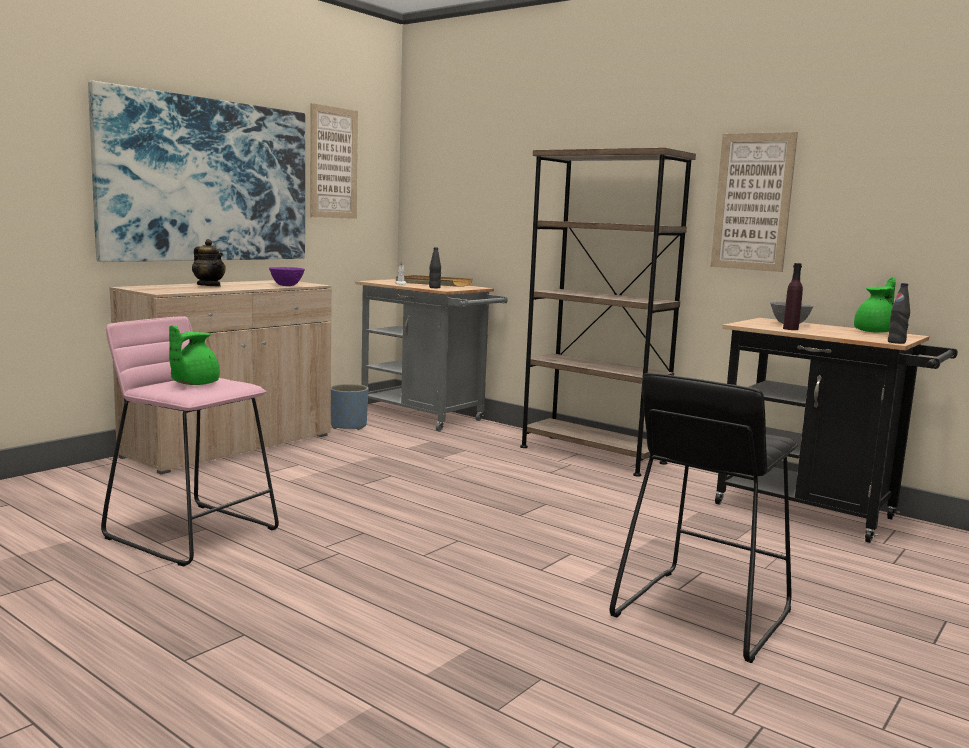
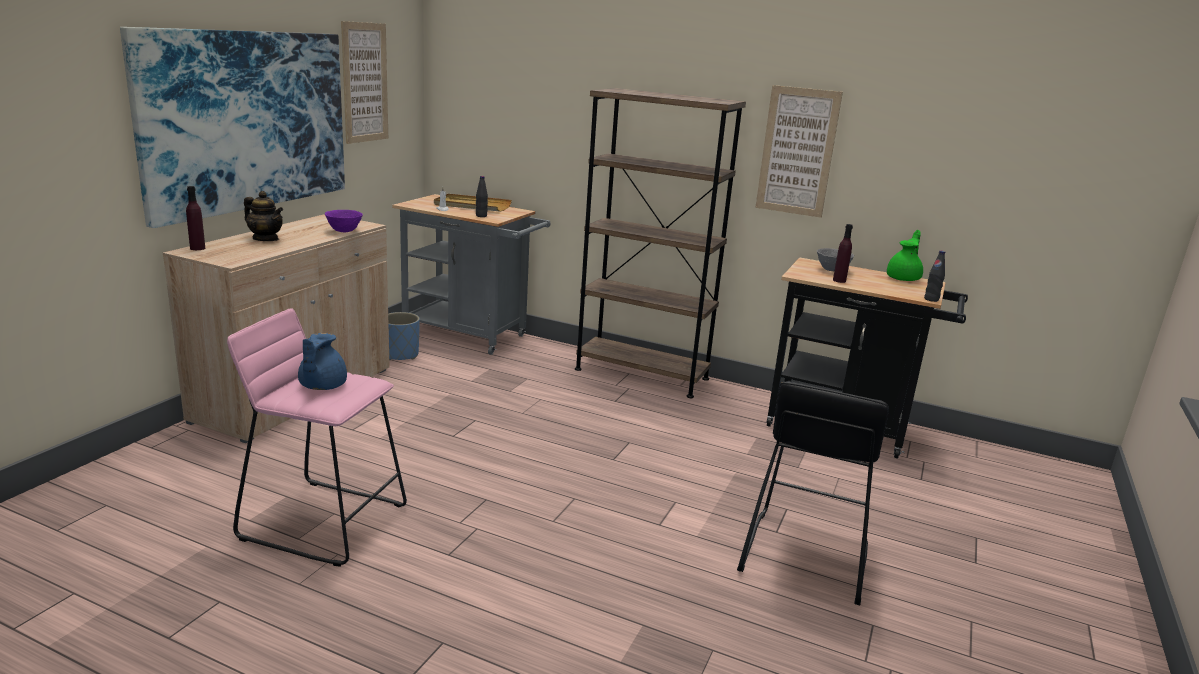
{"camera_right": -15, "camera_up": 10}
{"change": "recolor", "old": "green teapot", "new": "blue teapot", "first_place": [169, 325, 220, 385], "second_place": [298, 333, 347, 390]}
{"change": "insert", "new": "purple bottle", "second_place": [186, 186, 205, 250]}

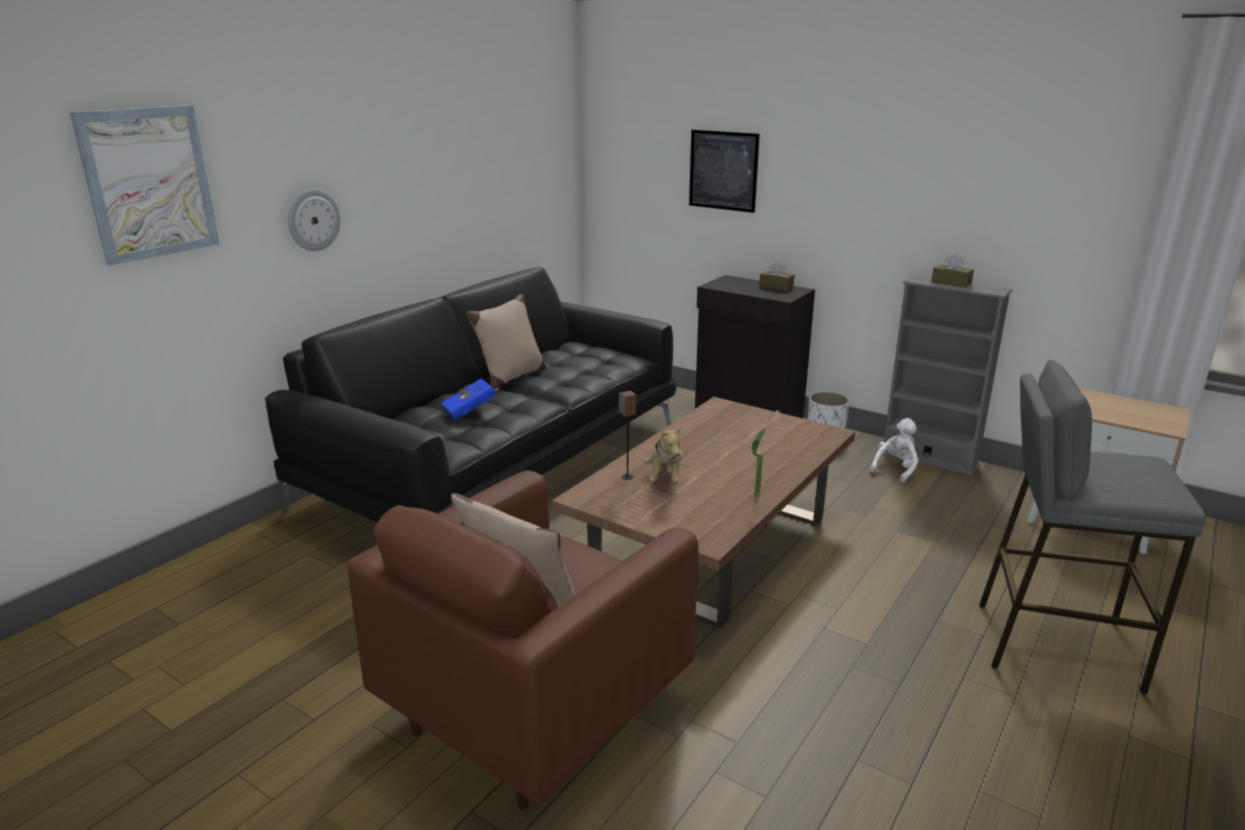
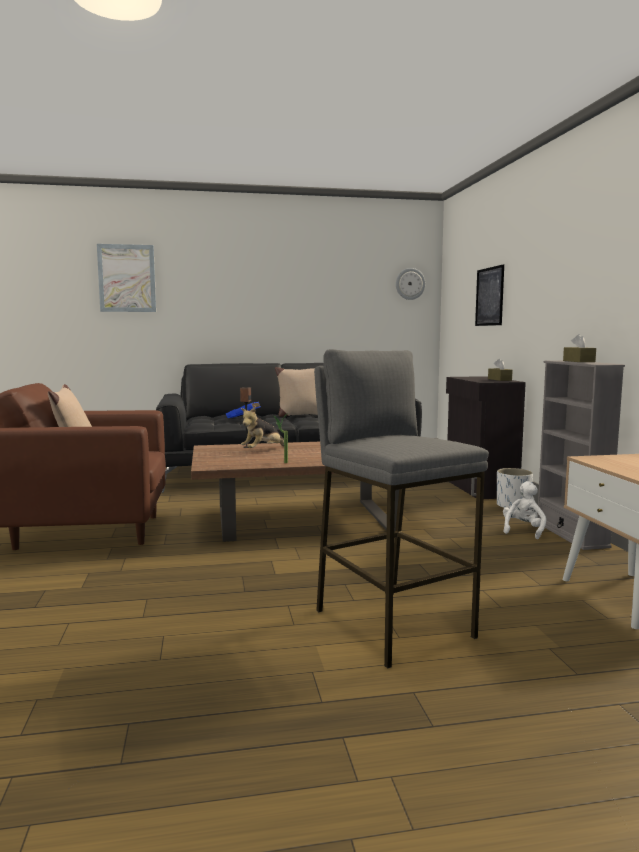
{"camera_right": 45, "camera_up": -15}
{"change": "move", "old": "wall clock", "first_place": [288, 189, 340, 251], "second_place": [396, 268, 426, 300]}
{"change": "rotate", "old": "white plush toy", "first_place": [870, 418, 918, 483], "second_place": [503, 481, 546, 539], "degrees": -60}

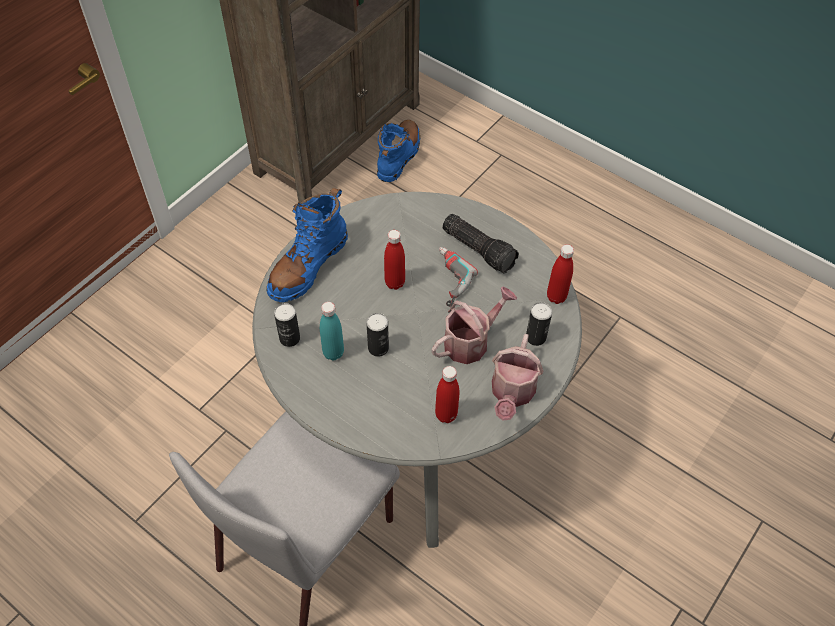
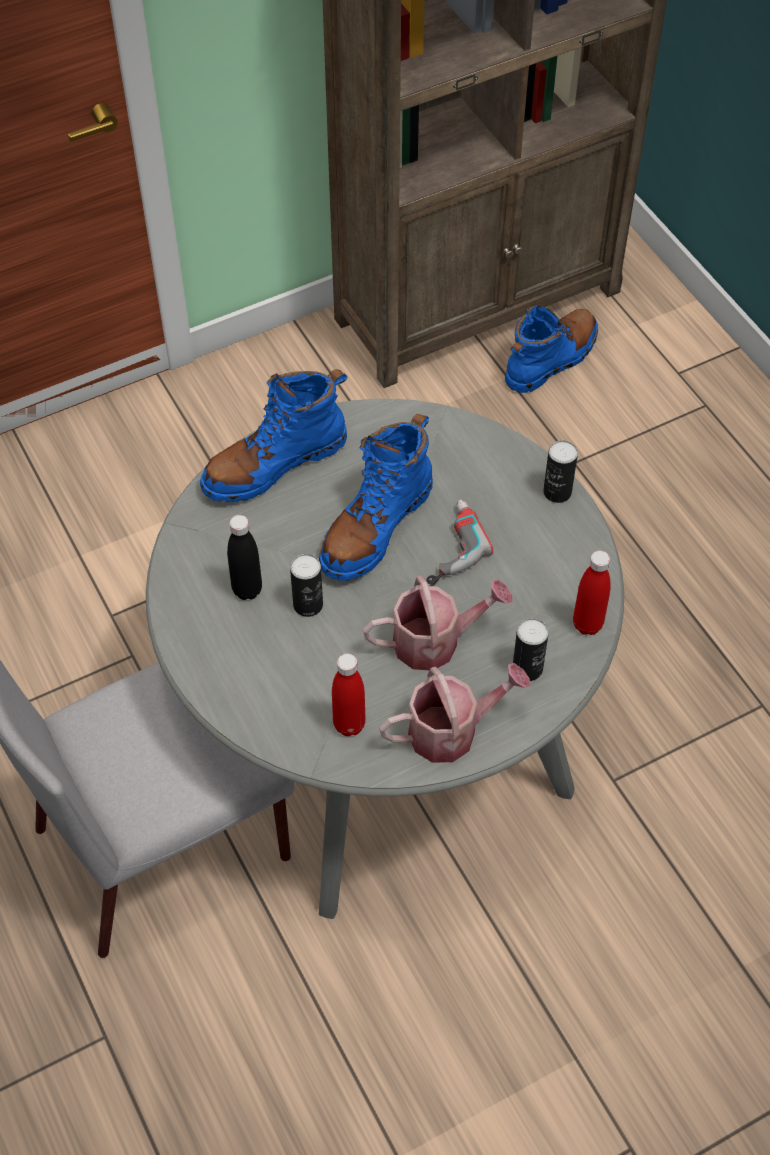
{"camera_right": 25, "camera_up": 0}
{"change": "delete", "old": "flashlight", "first_place": [442, 214, 519, 274]}
{"change": "replace", "old": "red bottle", "new": "blue boot", "first_place": [384, 230, 405, 290], "second_place": [319, 414, 433, 581]}
{"change": "recolor", "old": "turquoise bottle", "new": "black bottle", "first_place": [320, 302, 344, 361], "second_place": [227, 515, 262, 600]}
{"change": "move", "old": "can", "first_place": [274, 303, 300, 347], "second_place": [543, 440, 578, 503]}
{"change": "rotate", "old": "watering can", "first_place": [492, 334, 543, 421], "second_place": [380, 663, 531, 763], "degrees": -150}

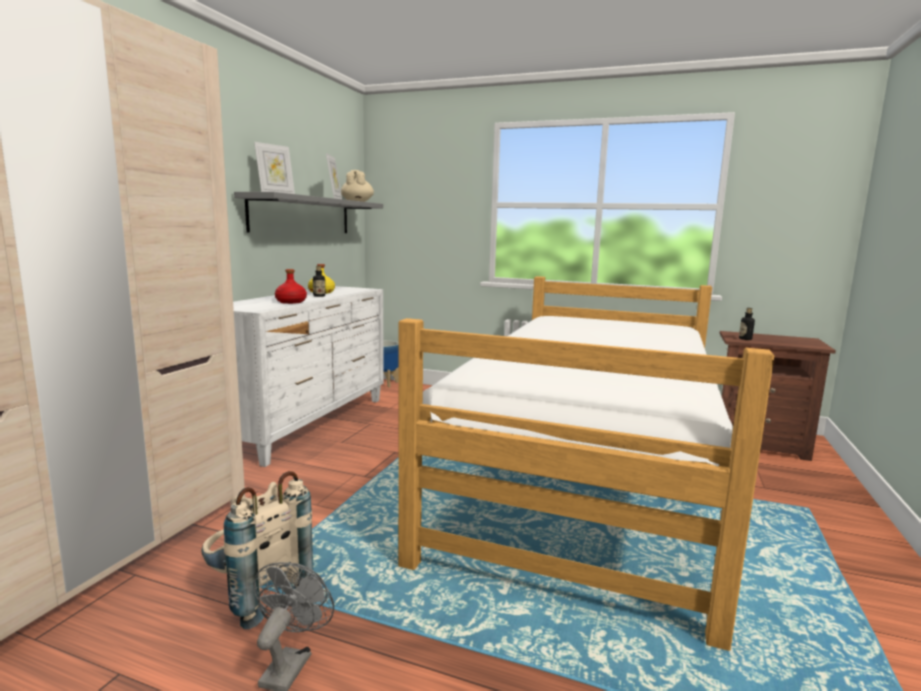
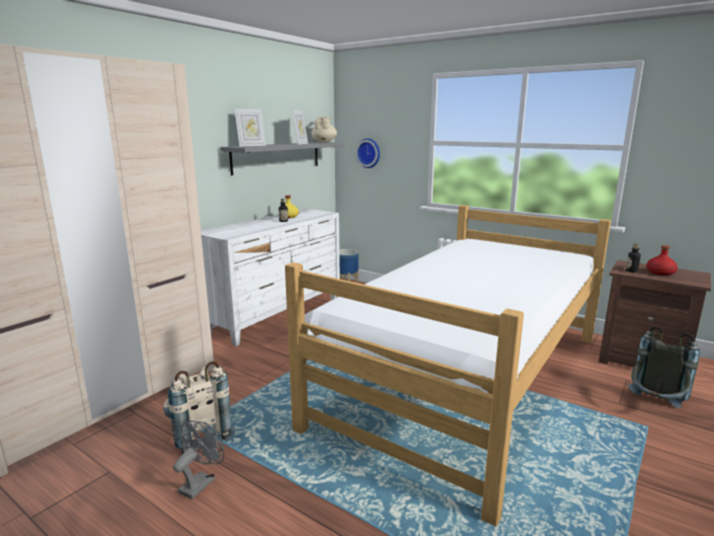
{"camera_right": 15, "camera_up": 5}
{"change": "move", "old": "red bottle", "first_place": [275, 269, 307, 304], "second_place": [646, 245, 678, 276]}
{"change": "insert", "new": "wall clock", "second_place": [356, 138, 380, 168]}
{"change": "insert", "new": "grey backpack", "second_place": [628, 326, 700, 408]}

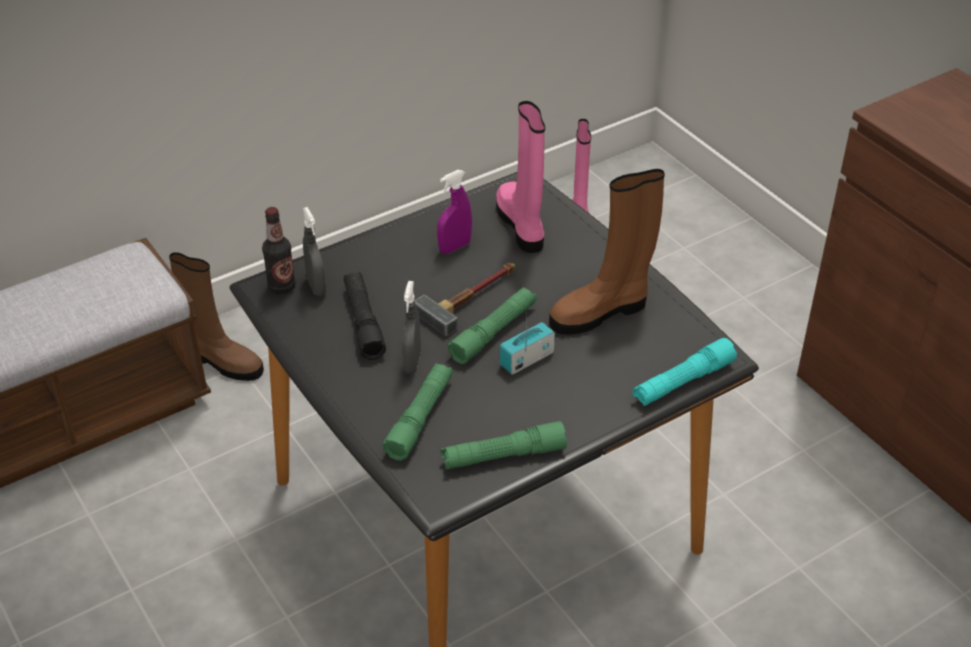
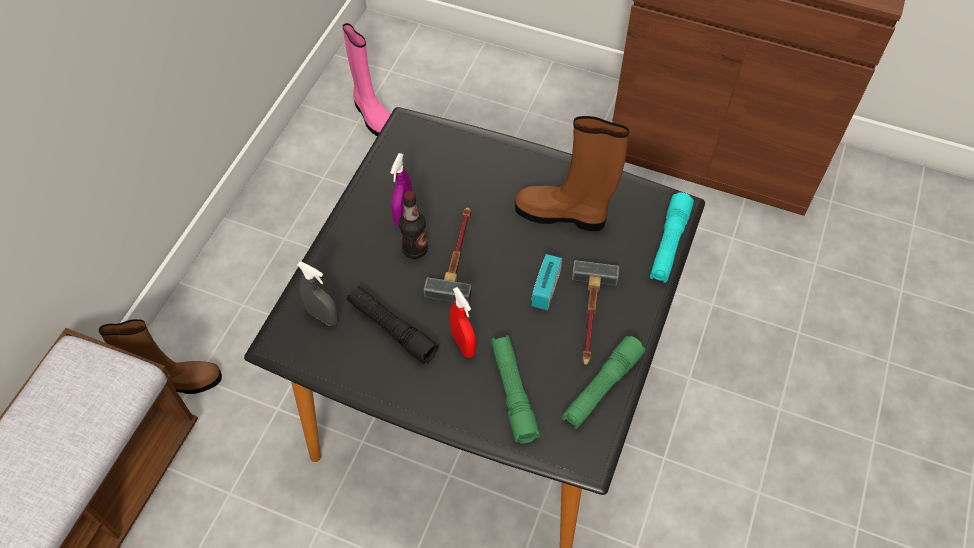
{"camera_right": -35, "camera_up": 15}
{"change": "delete", "old": "pink boot", "first_place": [496, 101, 545, 253]}
{"change": "rotate", "old": "brown boot", "first_place": [549, 169, 665, 335], "second_place": [515, 116, 629, 231], "degrees": 75}
{"change": "move", "old": "bottle", "first_place": [262, 207, 295, 294], "second_place": [399, 191, 428, 259]}
{"change": "recolor", "old": "grey spray bottle", "new": "red spray bottle", "first_place": [402, 281, 421, 374], "second_place": [450, 287, 476, 358]}
{"change": "delete", "old": "green flashlight", "first_place": [447, 287, 537, 364]}
{"change": "insert", "new": "hammer", "second_place": [572, 260, 620, 365]}

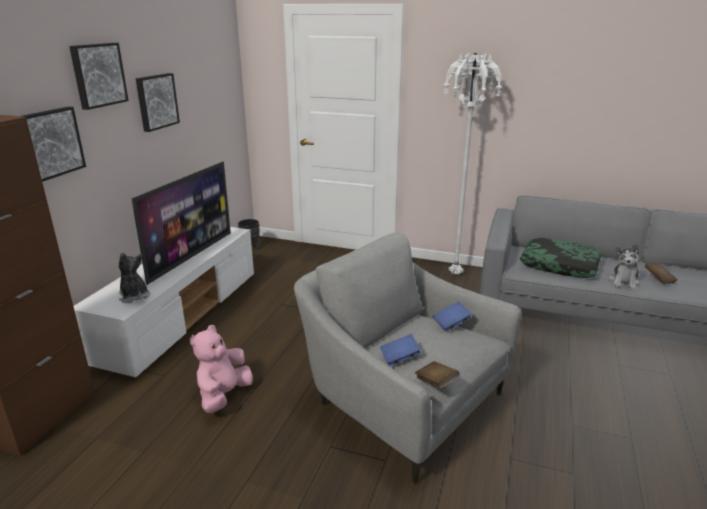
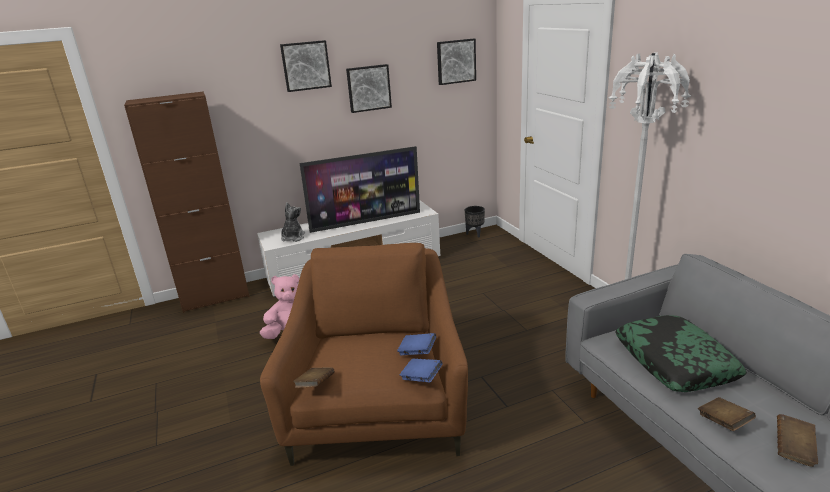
{"camera_right": 50, "camera_up": 0}
{"change": "move", "old": "picture", "first_place": [22, 107, 86, 182], "second_place": [437, 39, 476, 85]}
{"change": "recolor", "old": "grey armchair", "new": "brown armchair", "first_place": [294, 233, 521, 484], "second_place": [260, 243, 468, 466]}
{"change": "replace", "old": "plush toy", "new": "brown book", "first_place": [609, 244, 639, 291], "second_place": [698, 397, 756, 431]}
{"change": "move", "old": "blue book", "first_place": [380, 334, 421, 366], "second_place": [400, 359, 442, 383]}

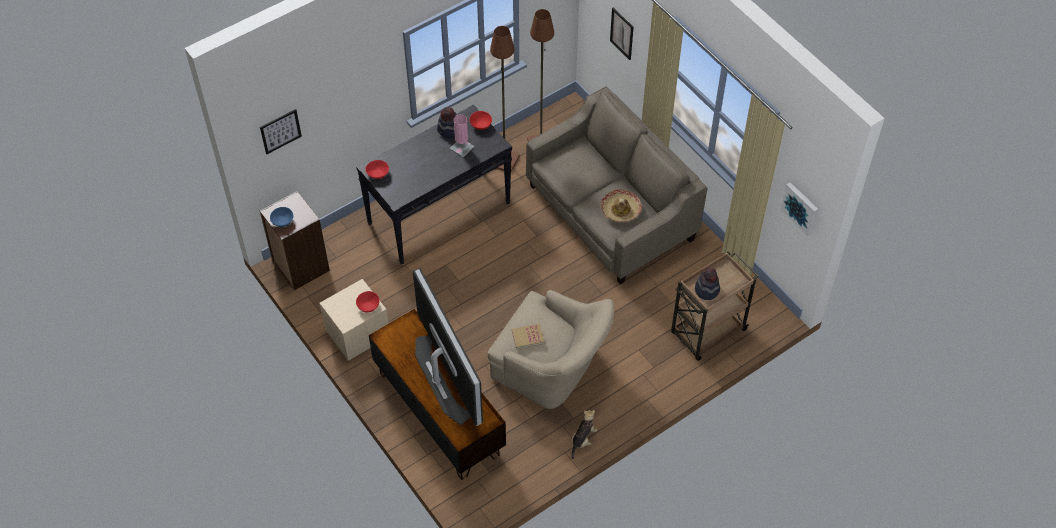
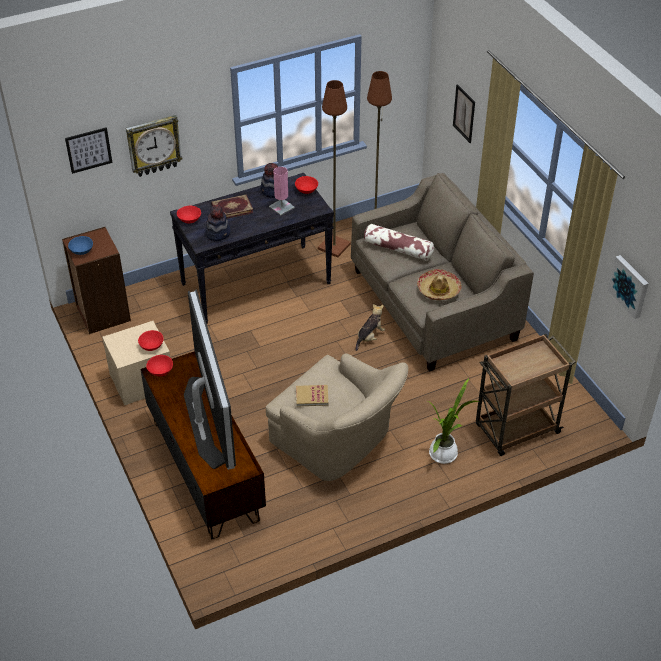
{"camera_right": 10, "camera_up": -10}
{"change": "move", "old": "hat", "first_place": [695, 268, 720, 300], "second_place": [205, 205, 231, 241]}
{"change": "move", "old": "plush toy", "first_place": [571, 410, 597, 459], "second_place": [356, 304, 385, 351]}
{"change": "insert", "new": "wall clock", "second_place": [126, 115, 182, 177]}
{"change": "insert", "new": "book", "second_place": [211, 195, 253, 219]}
{"change": "insert", "new": "pillow", "second_place": [364, 224, 434, 261]}
{"change": "insert", "new": "red bowl", "second_place": [146, 355, 173, 376]}
{"change": "insert", "new": "potted plant", "second_place": [428, 377, 479, 464]}

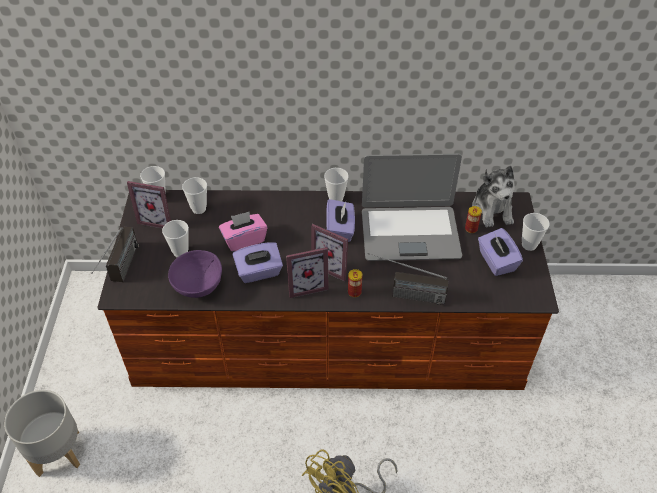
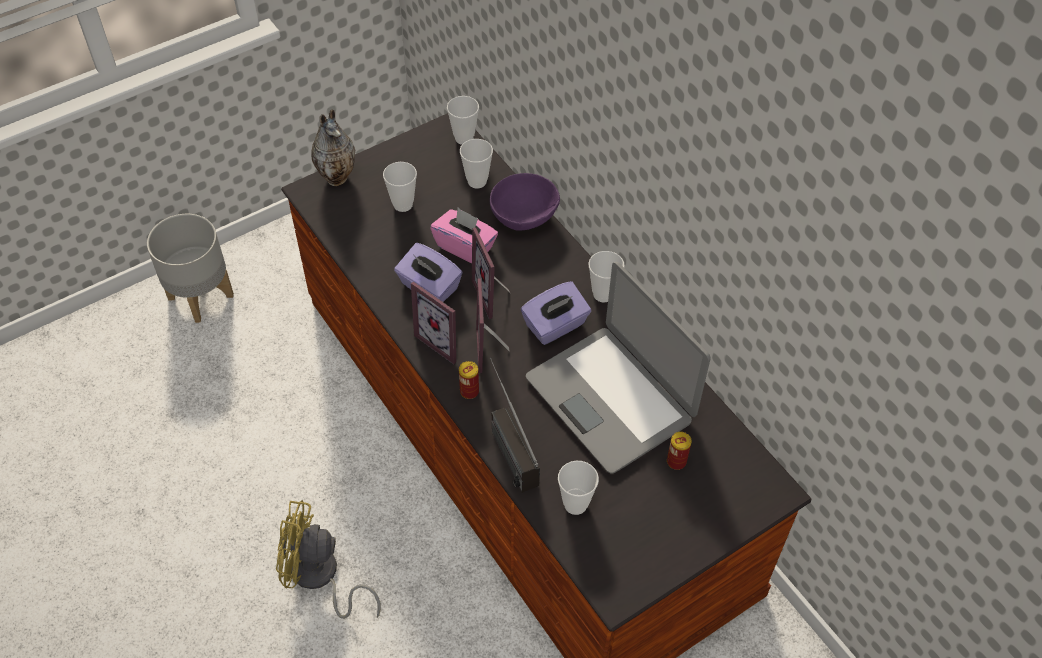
{"camera_right": 55, "camera_up": 5}
{"change": "delete", "old": "plush toy", "first_place": [472, 166, 515, 227]}
{"change": "move", "old": "picture frame", "first_place": [127, 181, 171, 229], "second_place": [472, 227, 510, 319]}
{"change": "move", "old": "cup", "first_place": [522, 213, 550, 251], "second_place": [558, 461, 599, 515]}
{"change": "replace", "old": "radio", "new": "vase", "first_place": [91, 227, 139, 282], "second_place": [311, 110, 355, 186]}
{"change": "delete", "old": "purple tissue box", "first_place": [478, 228, 523, 276]}
{"change": "move", "old": "purple bowl", "first_place": [168, 250, 222, 298], "second_place": [490, 173, 560, 230]}

